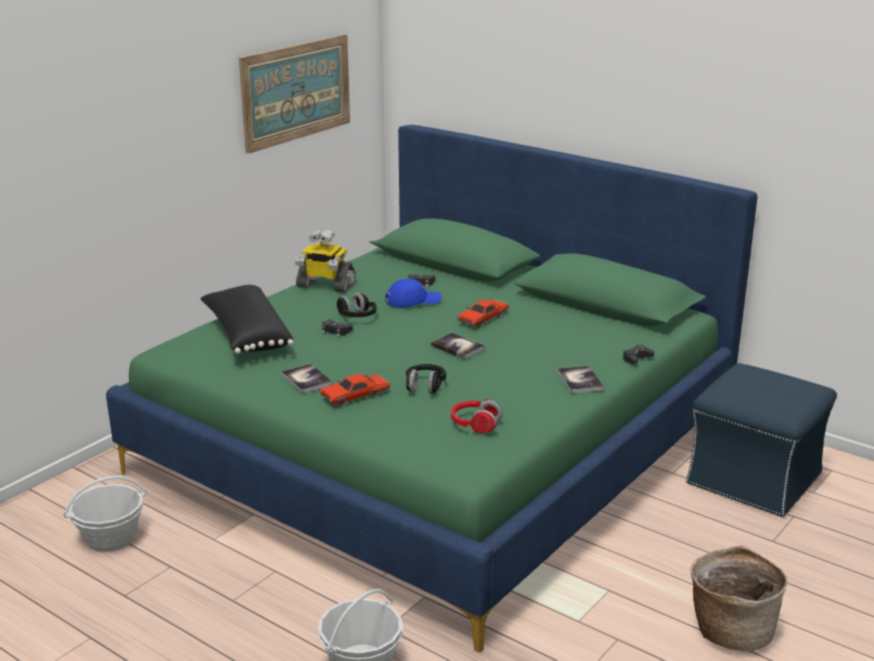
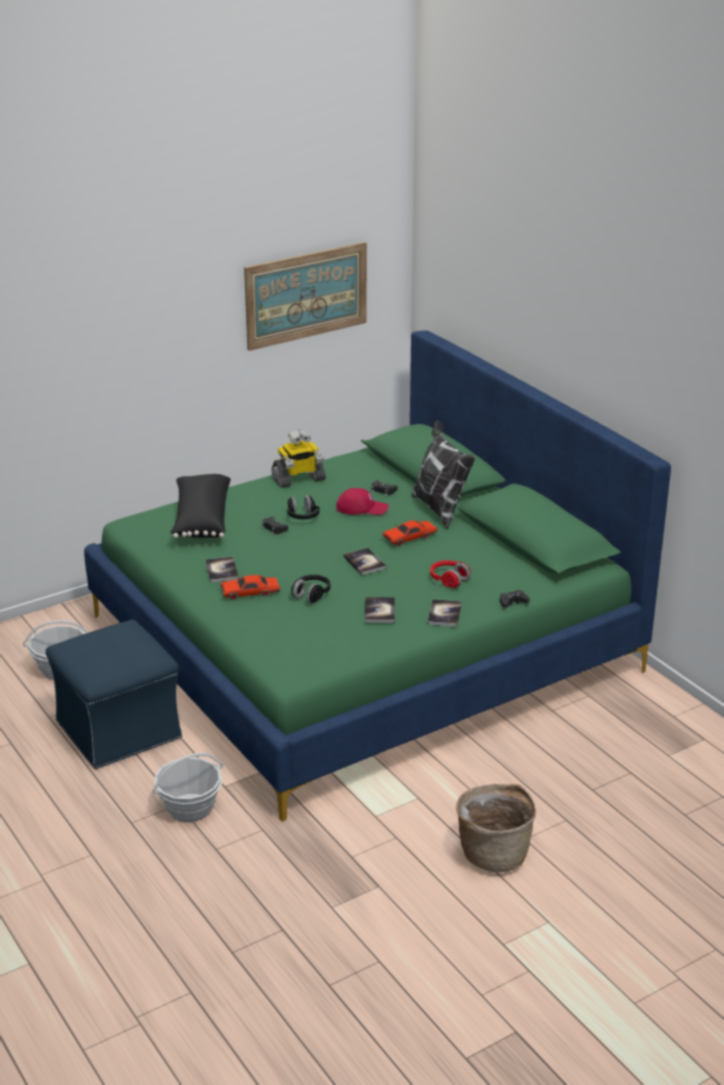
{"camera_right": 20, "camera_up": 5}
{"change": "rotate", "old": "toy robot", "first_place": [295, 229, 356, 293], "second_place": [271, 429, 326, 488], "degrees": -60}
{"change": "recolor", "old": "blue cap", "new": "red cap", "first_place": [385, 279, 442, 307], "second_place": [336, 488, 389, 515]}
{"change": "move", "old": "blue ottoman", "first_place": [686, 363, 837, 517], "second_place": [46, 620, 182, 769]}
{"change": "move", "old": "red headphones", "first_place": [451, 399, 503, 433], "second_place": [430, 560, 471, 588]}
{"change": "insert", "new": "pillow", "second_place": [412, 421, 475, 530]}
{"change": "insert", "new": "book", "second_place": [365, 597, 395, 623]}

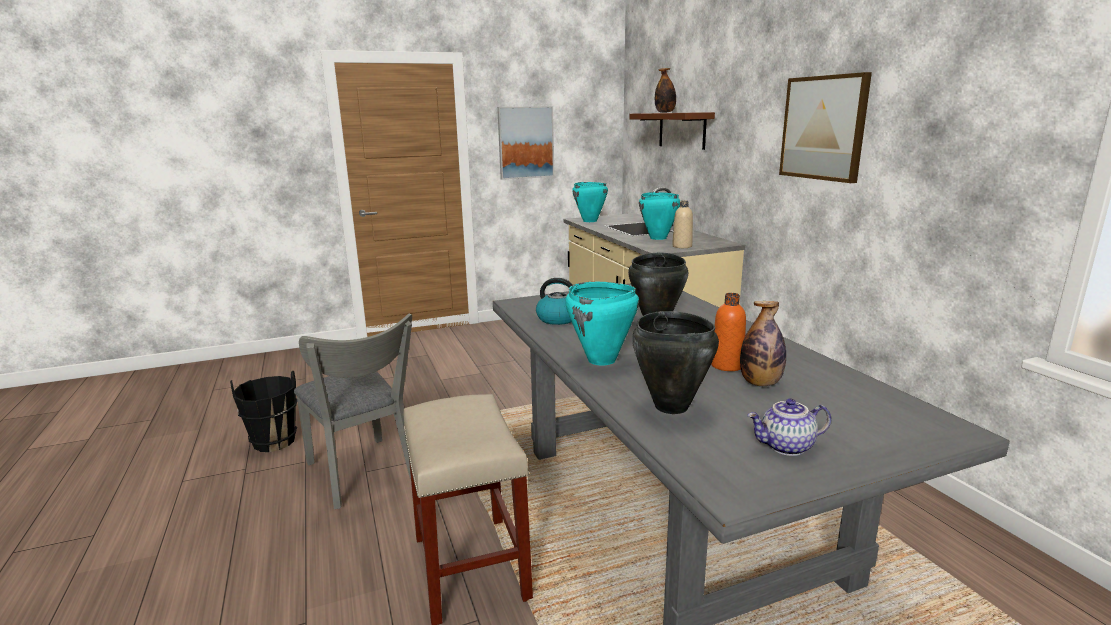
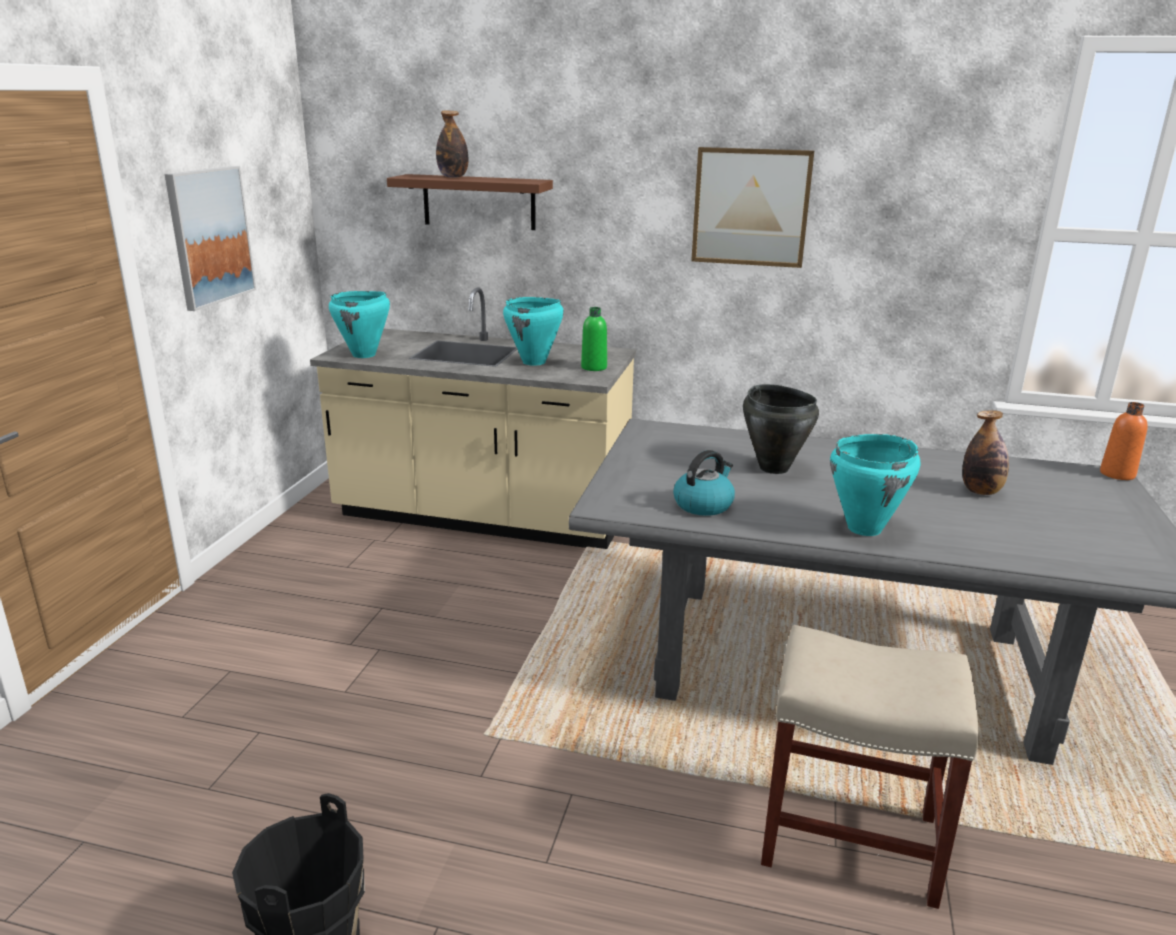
{"camera_right": -55, "camera_up": 5}
{"change": "recolor", "old": "beige bottle", "new": "green bottle", "first_place": [672, 201, 693, 248], "second_place": [581, 307, 607, 371]}
{"change": "move", "old": "orange bottle", "first_place": [711, 293, 746, 371], "second_place": [1100, 402, 1148, 480]}
{"change": "delete", "old": "black cooking pot", "first_place": [632, 311, 719, 414]}
{"change": "delete", "old": "grey chair", "first_place": [294, 314, 412, 509]}
{"change": "delete", "old": "teapot", "first_place": [747, 399, 831, 456]}

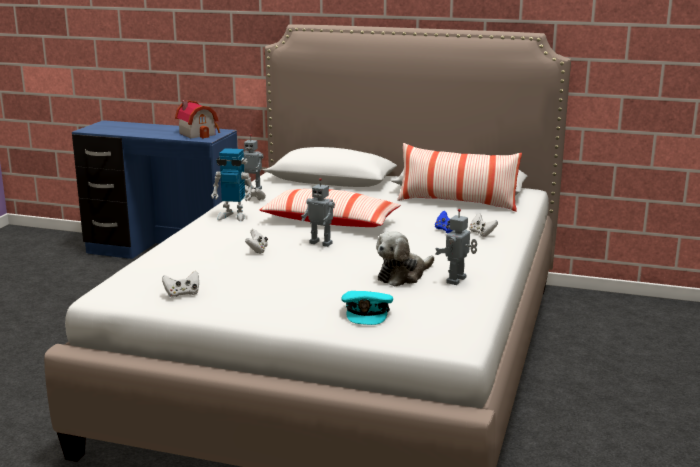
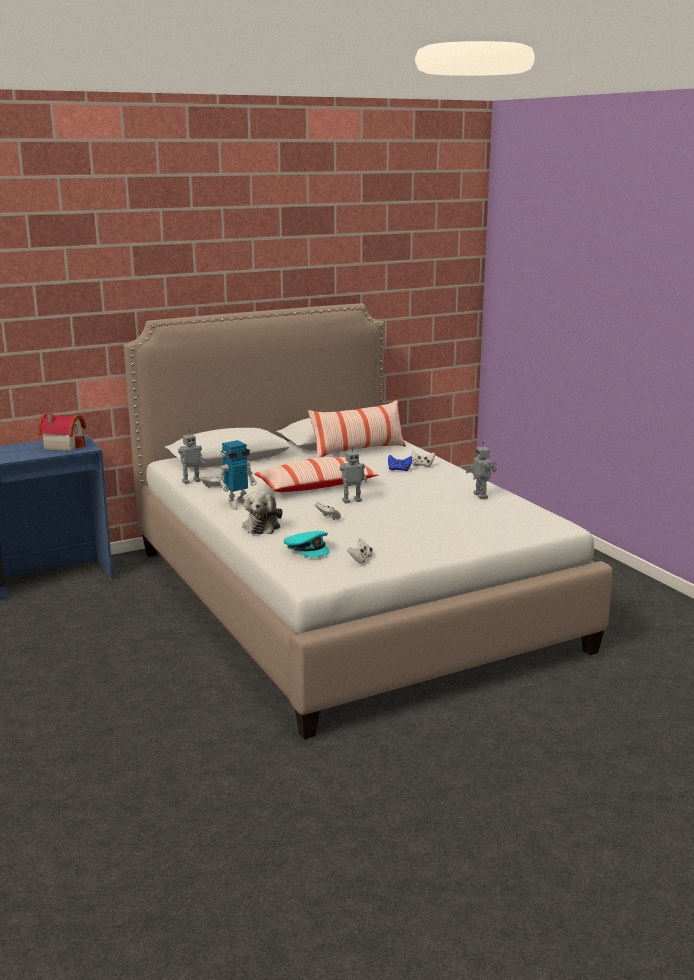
{"camera_right": -45, "camera_up": 0}
{"change": "move", "old": "plush toy", "first_place": [376, 231, 434, 287], "second_place": [242, 490, 282, 534]}
{"change": "move", "old": "turquoise cap", "first_place": [341, 291, 393, 325], "second_place": [283, 531, 330, 558]}

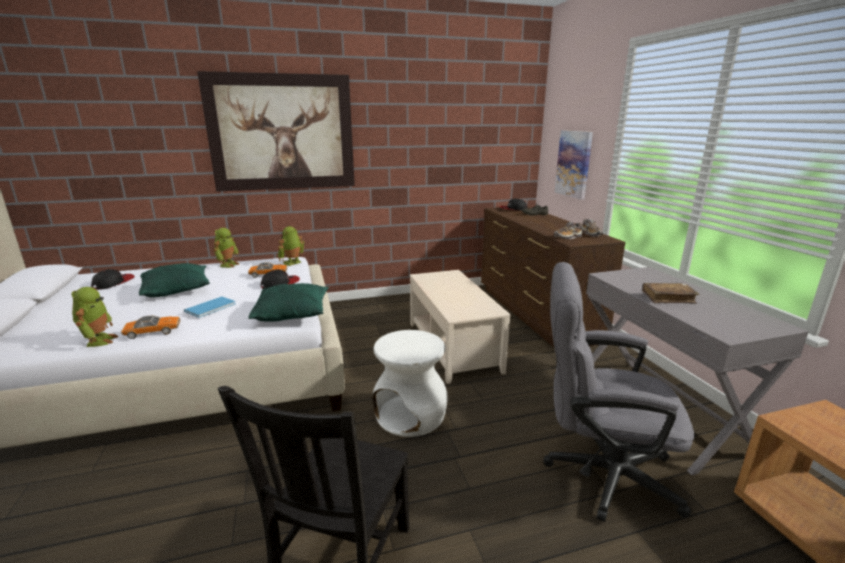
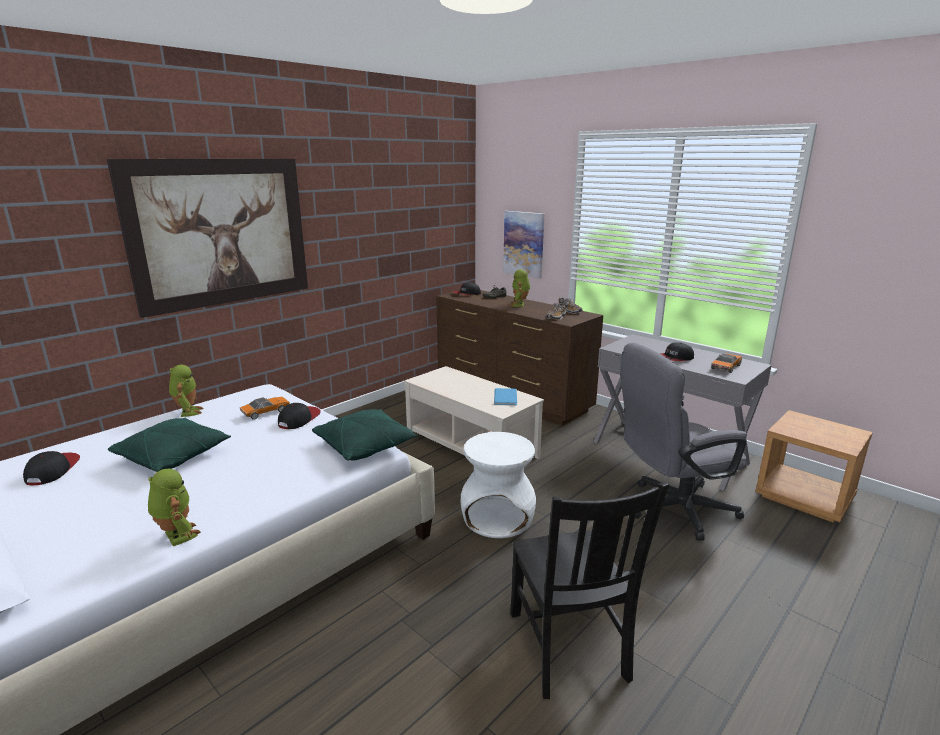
{"camera_right": -30, "camera_up": 0}
{"change": "move", "old": "toy robot", "first_place": [278, 226, 305, 266], "second_place": [510, 269, 530, 307]}
{"change": "replace", "old": "brown book", "new": "cap", "first_place": [642, 283, 700, 304], "second_place": [659, 342, 694, 361]}
{"change": "move", "old": "blue book", "first_place": [184, 297, 236, 318], "second_place": [494, 388, 517, 405]}
{"change": "move", "old": "toy car", "first_place": [121, 315, 180, 339], "second_place": [711, 353, 742, 373]}

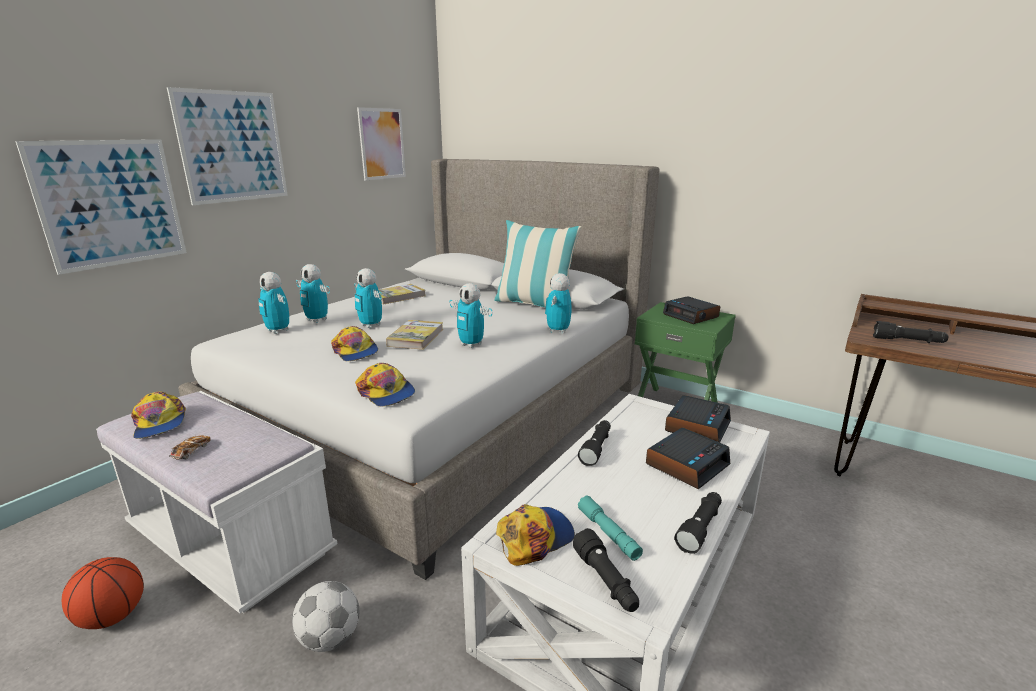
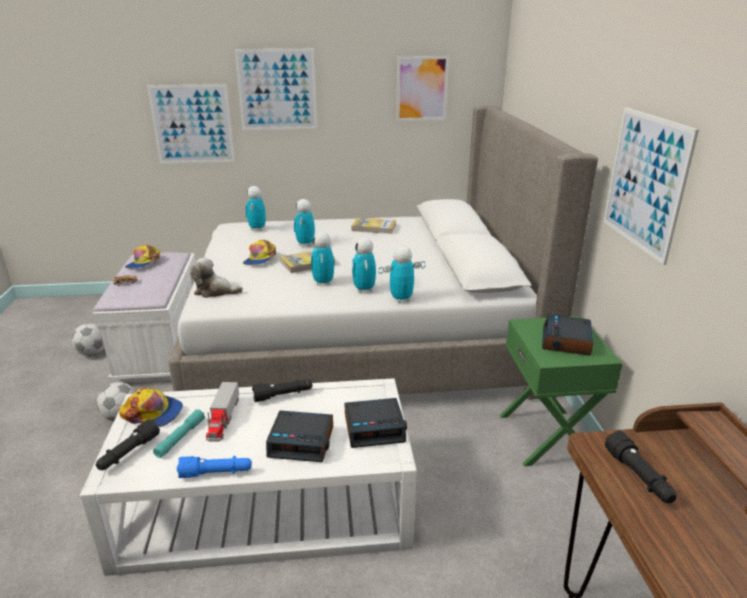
{"camera_right": 50, "camera_up": 5}
{"change": "delete", "old": "pillow", "first_place": [494, 220, 582, 308]}
{"change": "move", "old": "toy robot", "first_place": [296, 264, 330, 323], "second_place": [352, 238, 376, 293]}
{"change": "replace", "old": "cap", "new": "plush toy", "first_place": [355, 363, 415, 407], "second_place": [190, 258, 243, 298]}
{"change": "recolor", "old": "black flashlight", "new": "blue flashlight", "first_place": [674, 492, 722, 554], "second_place": [177, 456, 252, 478]}
{"change": "replace", "old": "basketball", "new": "football", "first_place": [62, 557, 144, 629], "second_place": [72, 323, 105, 356]}
{"change": "insert", "new": "picture", "second_place": [603, 108, 699, 265]}
{"change": "insert", "new": "toy truck", "second_place": [206, 382, 239, 442]}

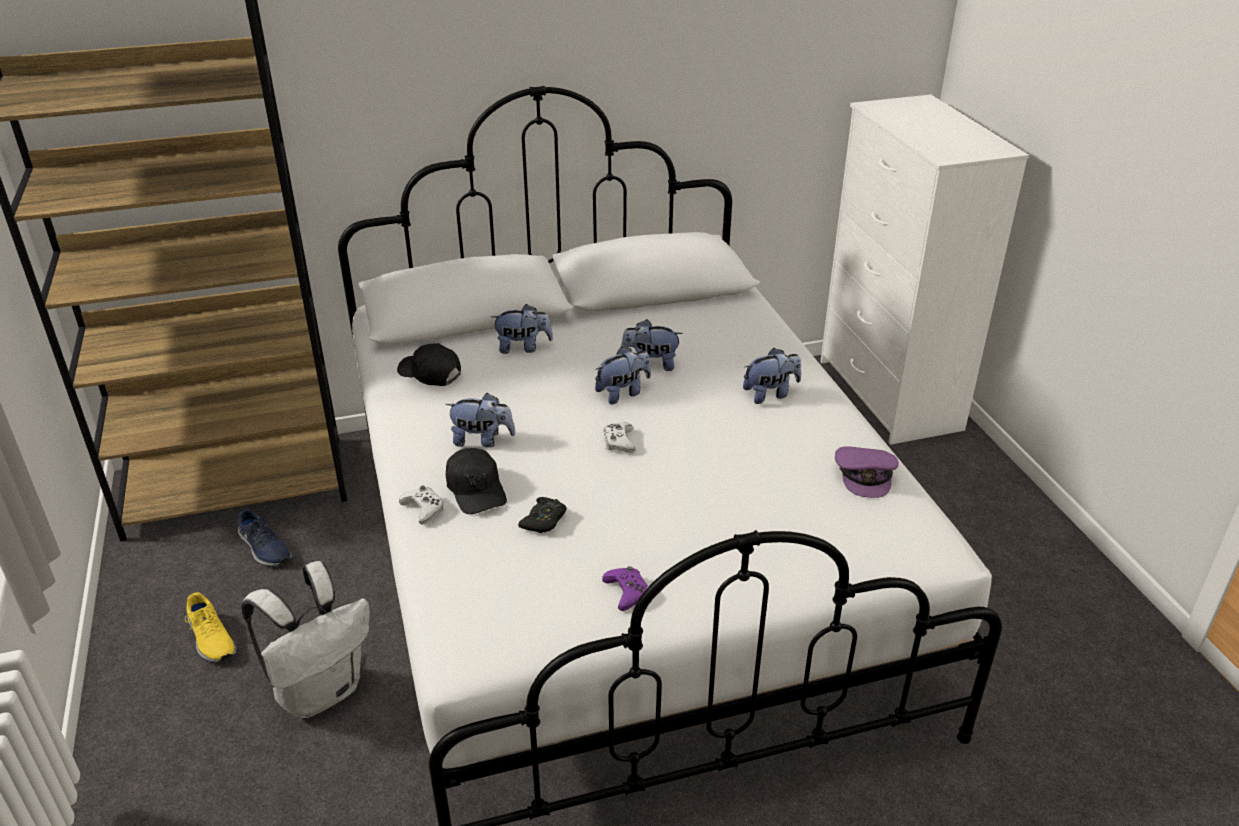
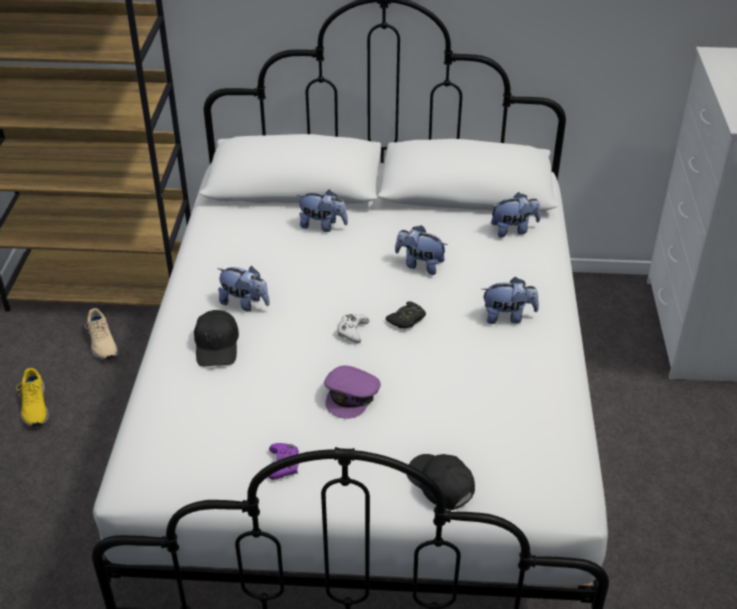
{"camera_right": 20, "camera_up": 5}
{"change": "move", "old": "black cap", "first_place": [397, 343, 461, 386], "second_place": [407, 454, 475, 510]}
{"change": "move", "old": "plush toy", "first_place": [595, 347, 651, 404], "second_place": [491, 192, 541, 238]}
{"change": "move", "old": "purple cap", "first_place": [835, 446, 899, 498], "second_place": [324, 366, 381, 419]}
{"change": "delete", "old": "white game controller", "first_place": [399, 486, 444, 524]}
{"change": "move", "old": "black game controller", "first_place": [518, 497, 567, 533], "second_place": [386, 301, 426, 329]}
{"change": "recolor", "old": "blue shoe", "new": "beige shoe", "first_place": [238, 509, 292, 567], "second_place": [85, 308, 119, 360]}
{"change": "delete", "old": "white backpack", "first_place": [241, 561, 370, 718]}

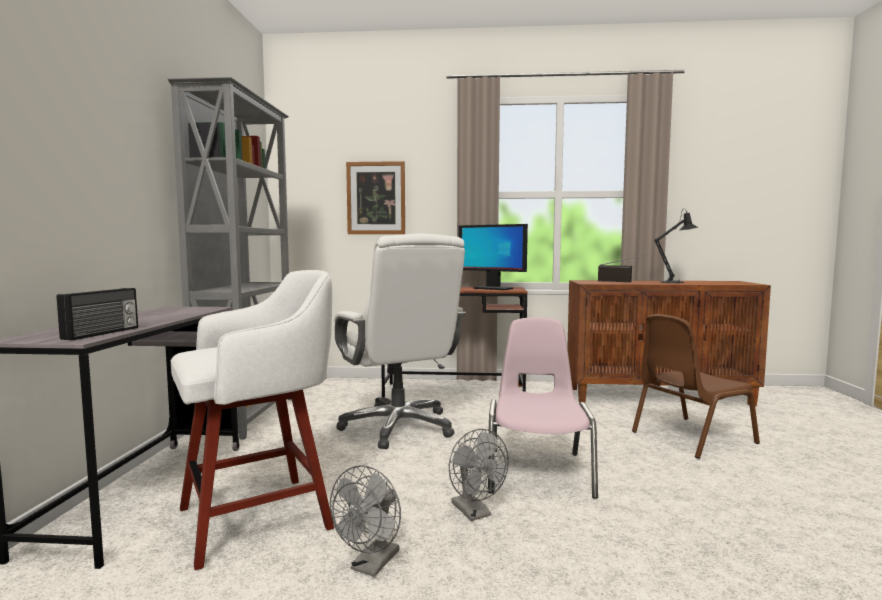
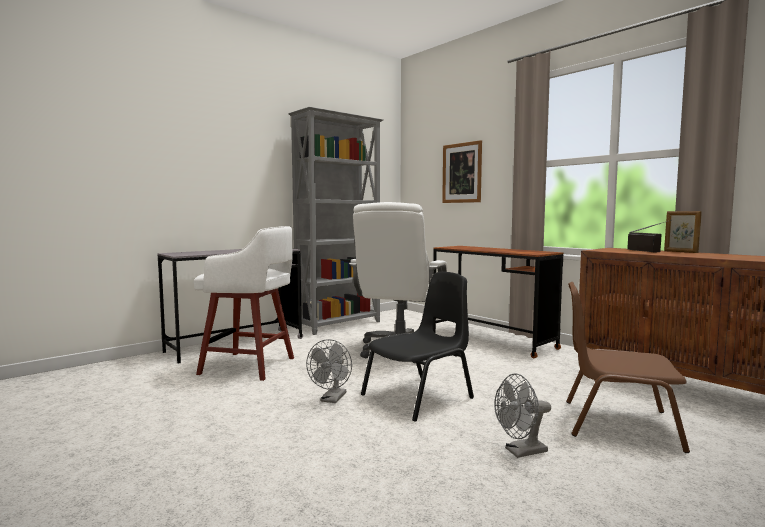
{"camera_right": 45, "camera_up": 0}
{"change": "delete", "old": "black table lamp", "first_place": [654, 209, 698, 283]}
{"change": "delete", "old": "monitor", "first_place": [459, 224, 528, 290]}
{"change": "delete", "old": "radio", "first_place": [57, 288, 138, 341]}
{"change": "recolor", "old": "pink chair", "new": "black chair", "first_place": [488, 317, 598, 499], "second_place": [361, 272, 474, 422]}
{"change": "move", "old": "grey fan", "first_place": [330, 465, 401, 577], "second_place": [494, 374, 551, 458]}
{"change": "insert", "new": "picture frame", "second_place": [664, 211, 702, 253]}

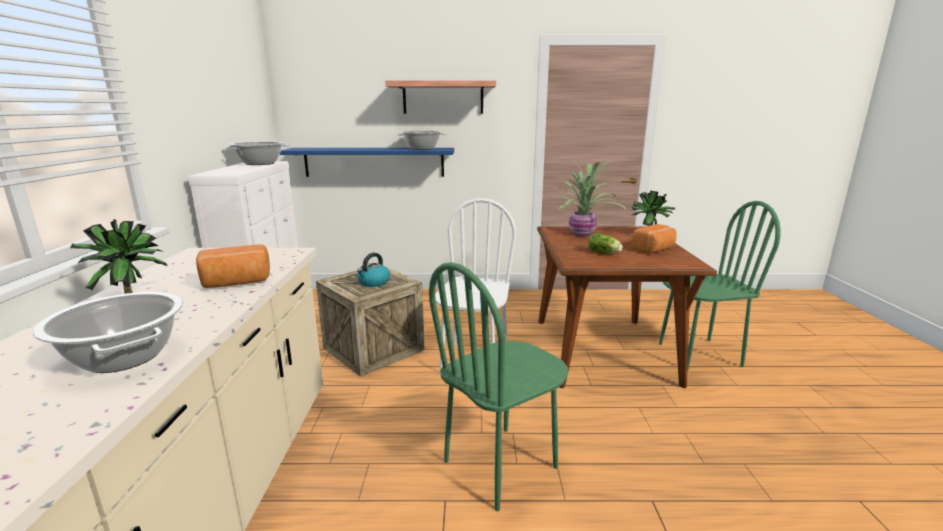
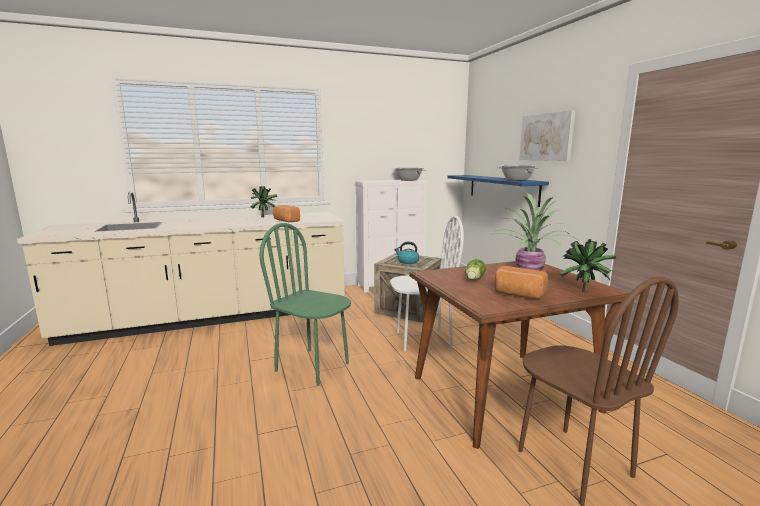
{"camera_right": 70, "camera_up": -5}
{"change": "replace", "old": "shelf", "new": "picture", "first_place": [385, 80, 496, 114], "second_place": [519, 110, 575, 161]}
{"change": "recolor", "old": "green chair", "new": "brown chair", "first_place": [659, 201, 781, 370], "second_place": [518, 277, 679, 506]}
{"change": "delete", "old": "cooking pot", "first_place": [33, 292, 183, 373]}

